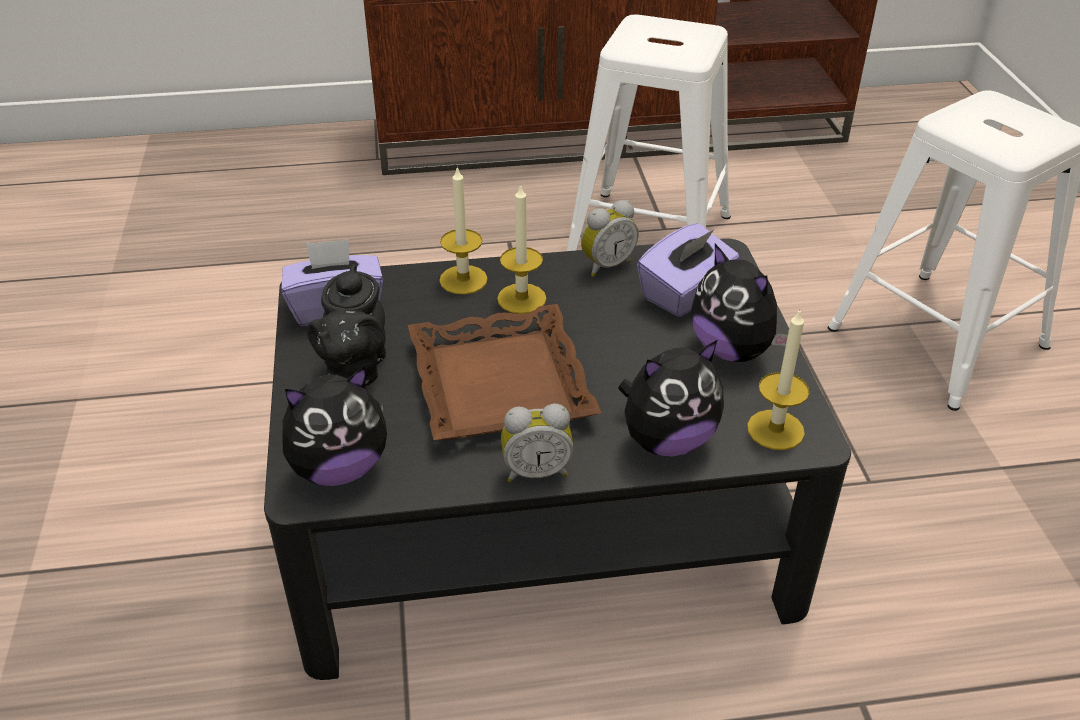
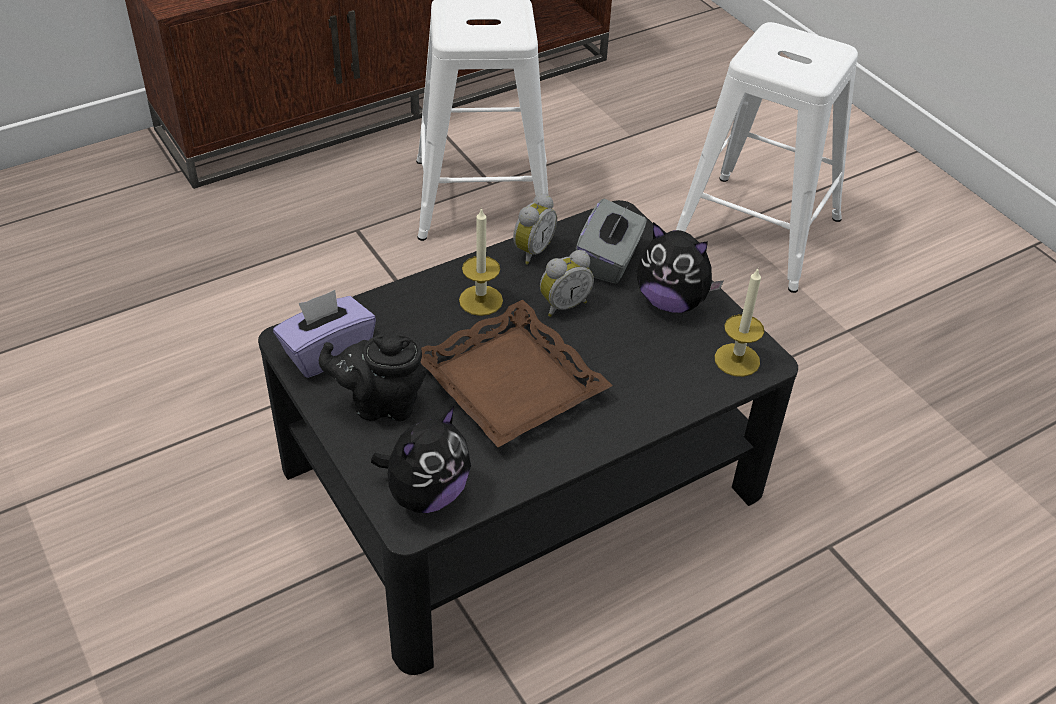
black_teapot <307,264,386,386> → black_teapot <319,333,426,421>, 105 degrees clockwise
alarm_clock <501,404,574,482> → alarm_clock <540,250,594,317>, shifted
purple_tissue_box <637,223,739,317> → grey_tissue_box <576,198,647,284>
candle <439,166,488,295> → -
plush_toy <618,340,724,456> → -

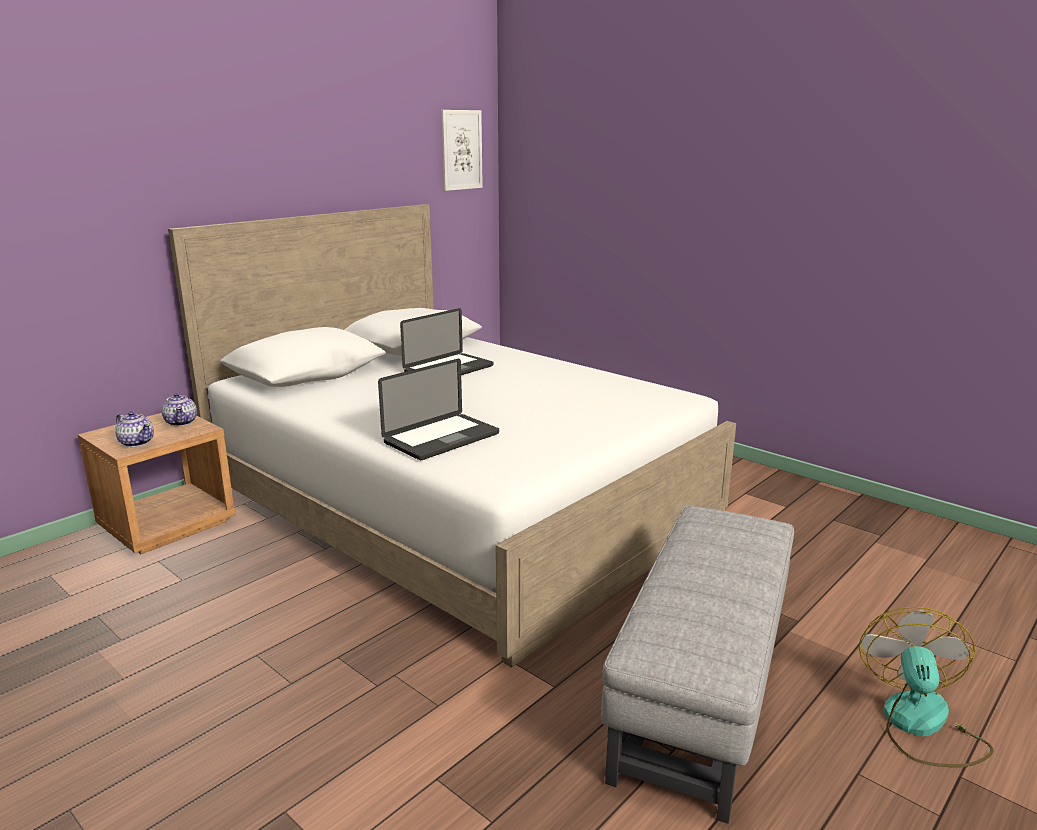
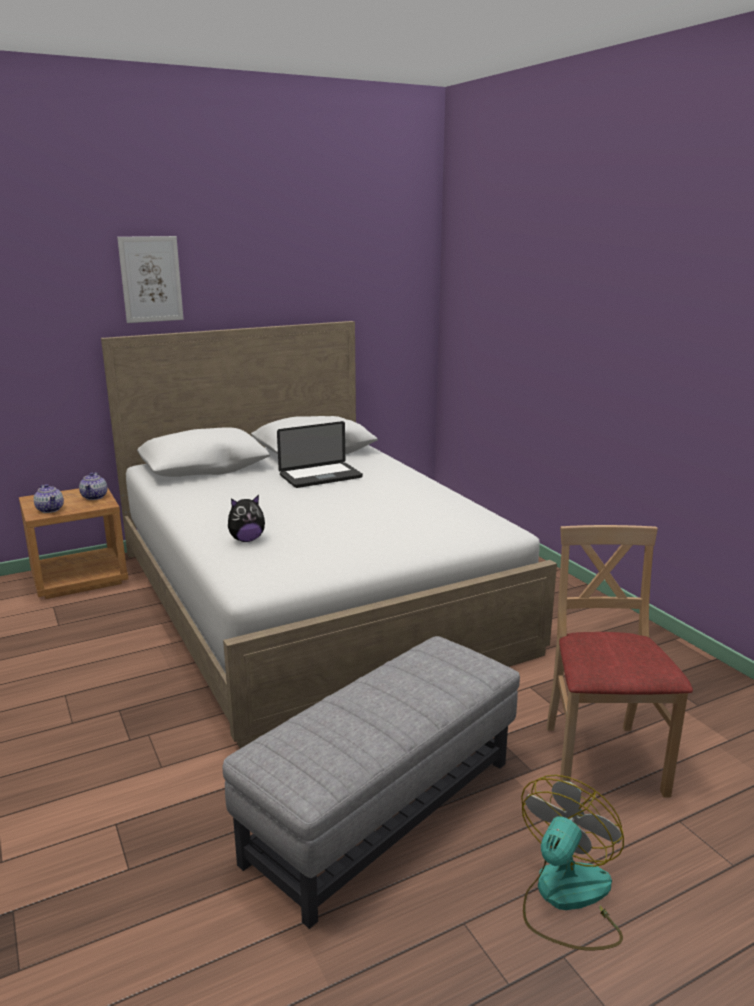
picture <441,110,483,191> → picture <117,236,184,323>, shifted
laptop <378,359,499,460> → plush_toy <228,495,265,542>
- → beige_chair <546,525,693,797>

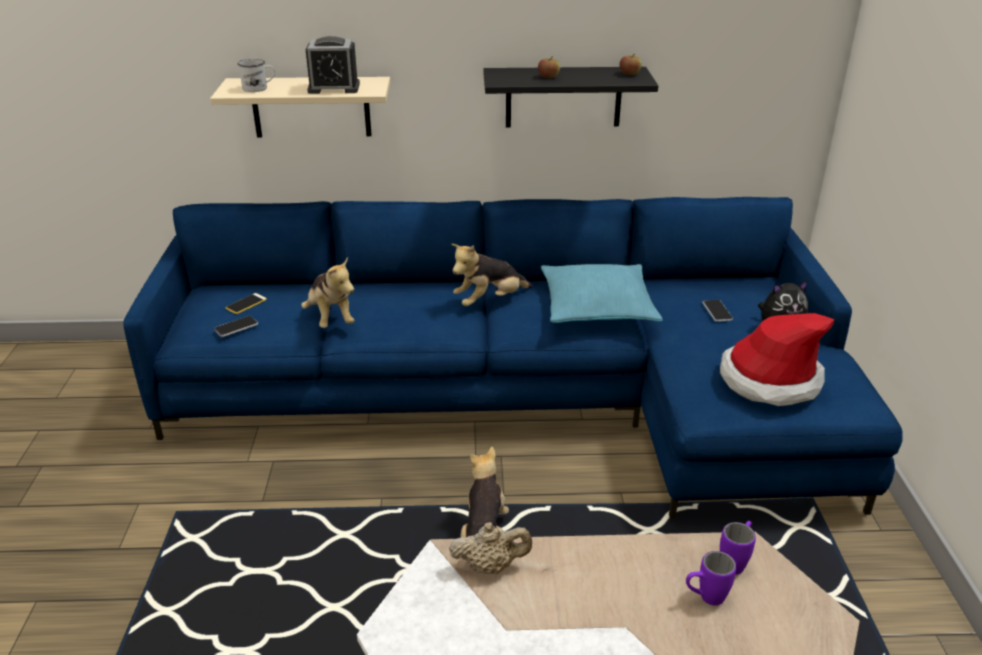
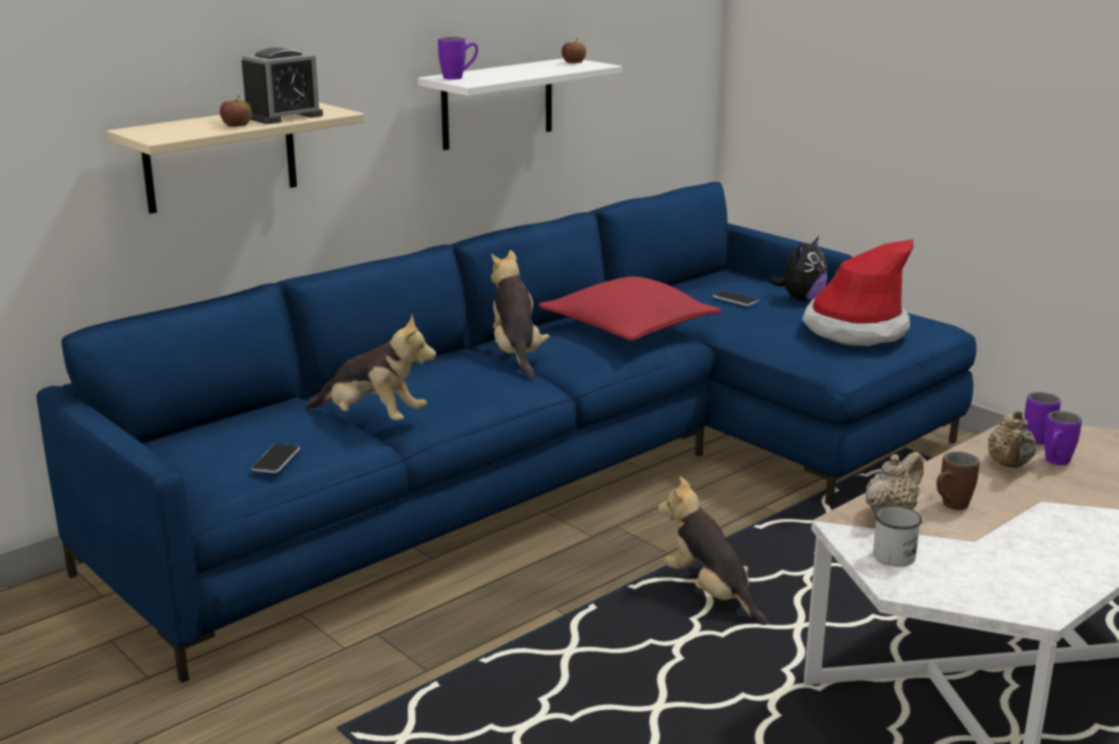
apple <538,56,560,78> → apple <220,96,252,127>, shifted
black_shelf <483,67,658,128> → white_shelf <418,58,622,150>
- → purple_mug <438,37,478,80>
plush_toy <451,244,533,306> → plush_toy <491,250,549,379>, 150 degrees clockwise
turquoise_pillow <541,264,663,323> → red_pillow <539,277,721,341>
white_mug <238,59,275,92> → white_mug <873,506,922,567>, shifted
- → brown_mug <937,451,980,510>
- → beige_teapot <988,410,1037,468>
phone <226,293,267,314> → -

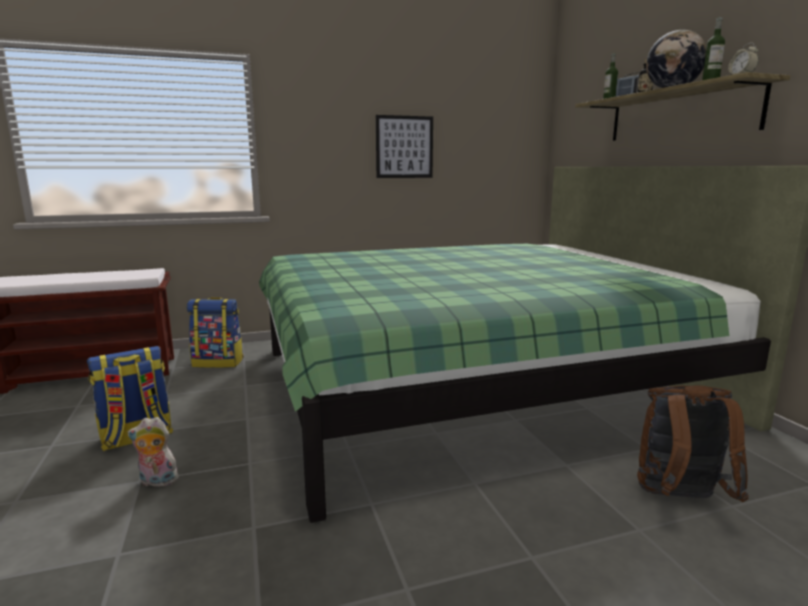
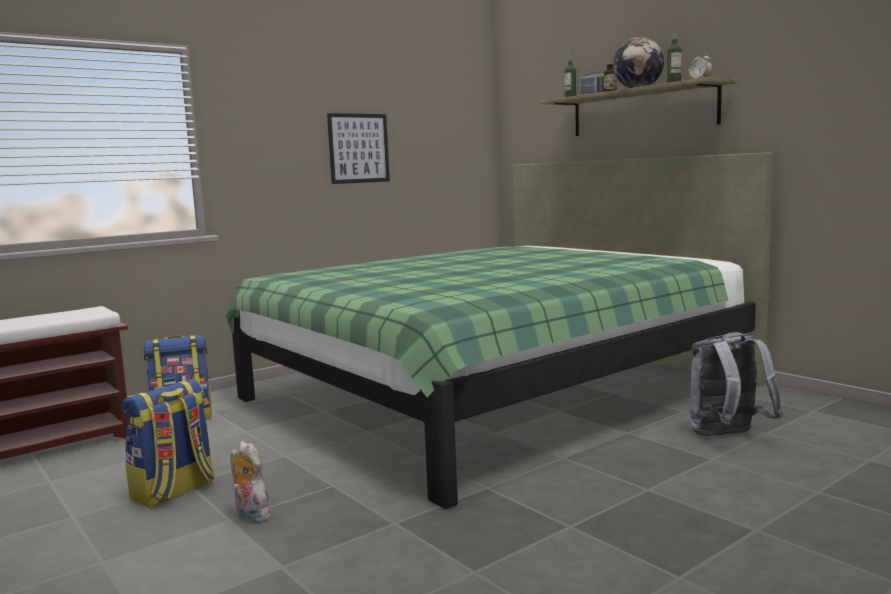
plush_toy <128,417,179,487> → plush_toy <230,441,271,523>, 60 degrees clockwise
brown_backpack <637,386,749,502> → grey_backpack <690,332,783,436>

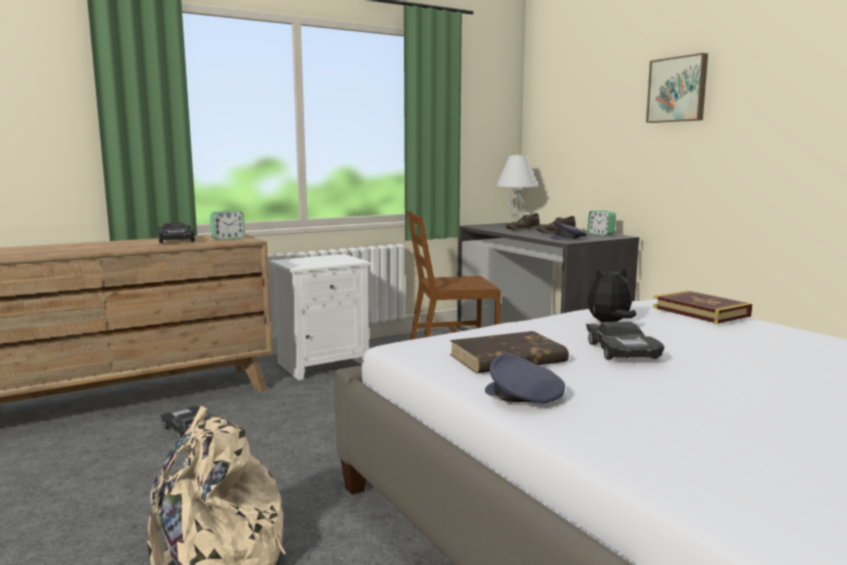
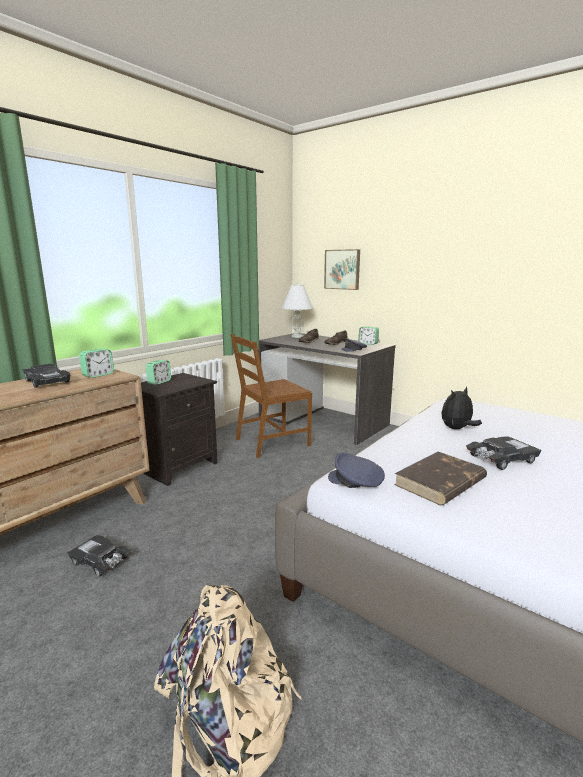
white_nightstand <269,254,372,380> → black_nightstand <141,373,218,486>
- → alarm_clock <146,360,171,385>
picture <646,53,708,123> → picture <324,249,360,290>, shifted
grey_cap <485,353,565,403> → grey_cap <328,452,385,488>, shifted
black_toy_car <586,321,665,360> → black_toy_car <466,436,541,470>, 90 degrees counterclockwise
book <653,290,752,324> → -

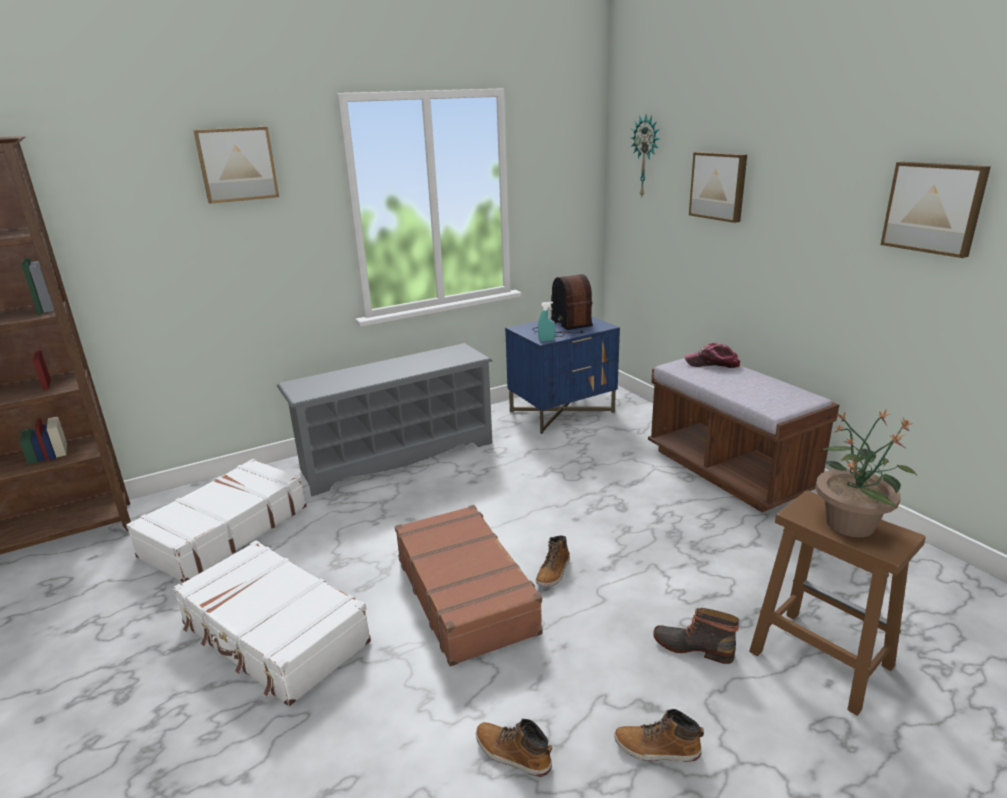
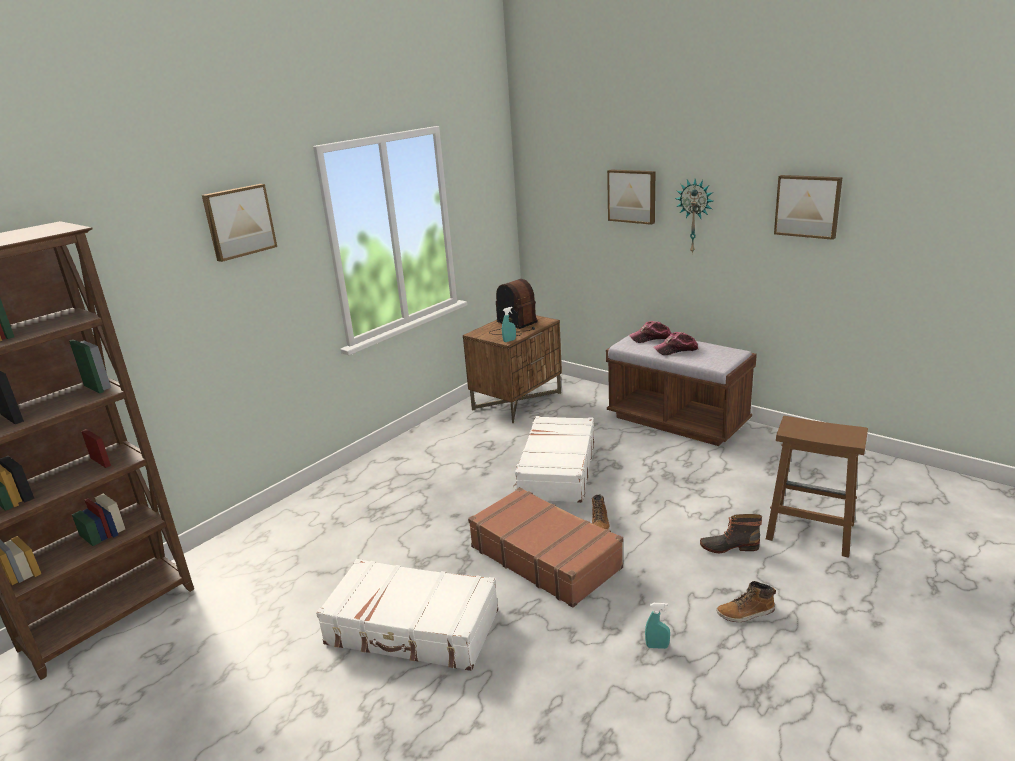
blue_nightstand <505,316,620,434> → brown_nightstand <463,315,562,423>
white_suitcase <126,459,307,583> → white_suitcase <513,416,594,503>, shifted
boot <476,719,552,777> → turquoise_spray_bottle <645,603,670,649>
- → cap <653,332,698,355>
wall_clock <630,115,660,197> → wall_clock <675,179,713,254>, shifted
grey_shoe_rack <277,343,493,496> → -
potted_plant <815,410,917,537> → -

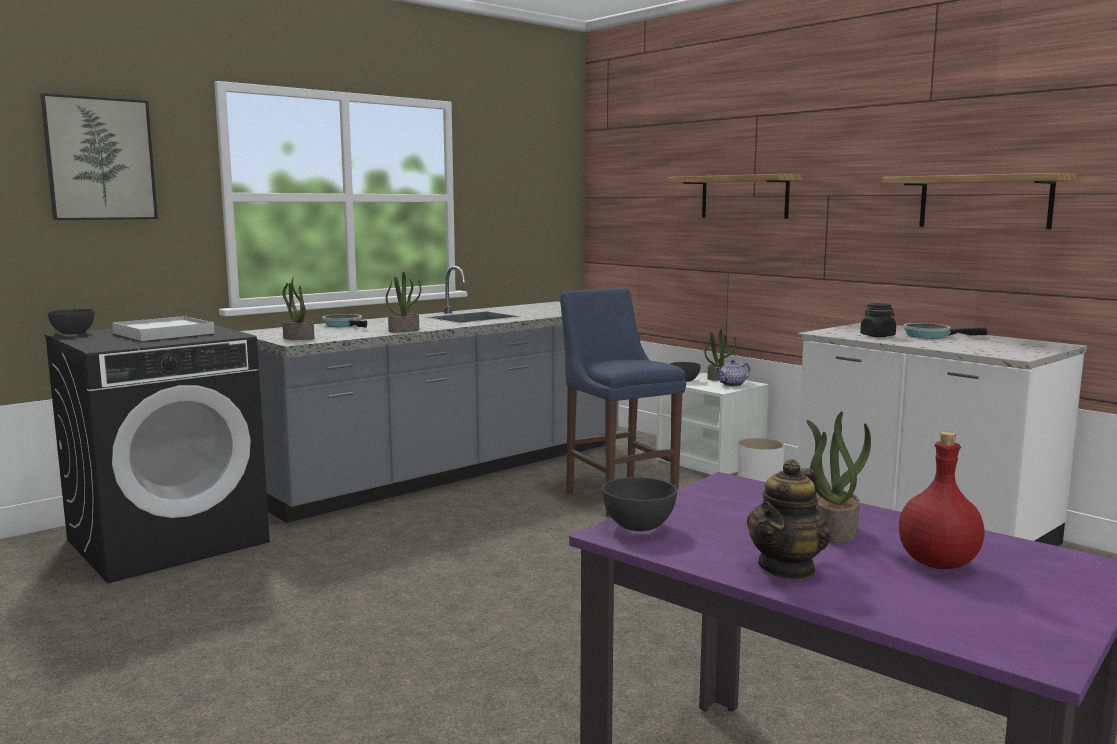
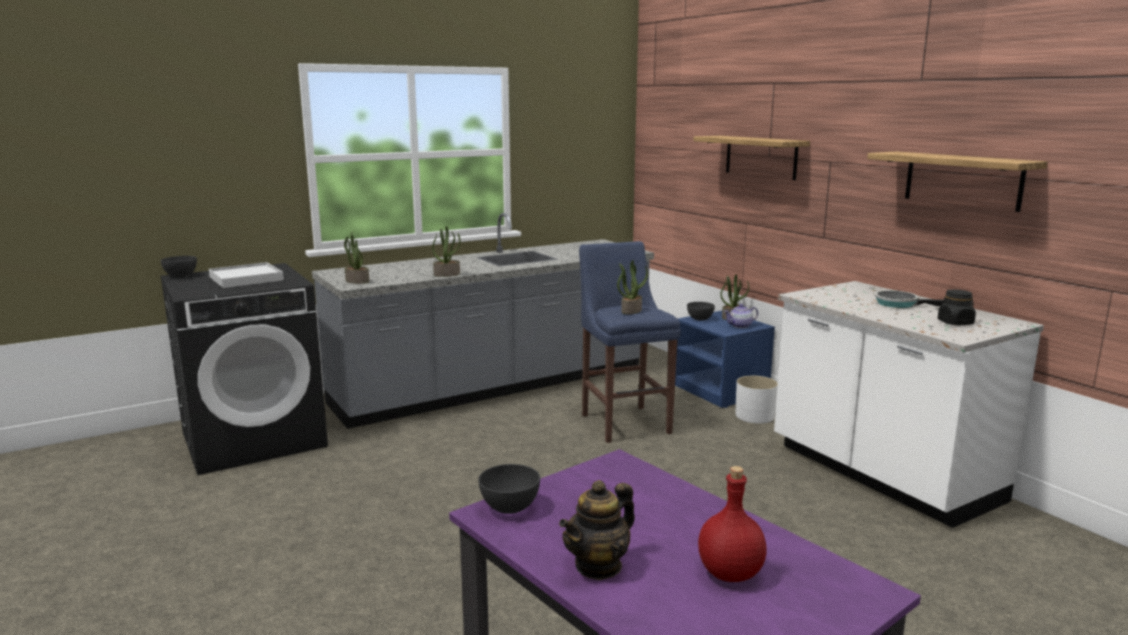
potted_plant <806,411,871,543> → potted_plant <617,260,648,314>, shifted
white_nightstand <656,373,769,475> → blue_nightstand <675,311,775,408>
black_jar <860,303,896,337> → black_jar <938,290,976,325>, shifted
picture <40,93,158,220> → -
frying_pan <322,314,367,328> → -

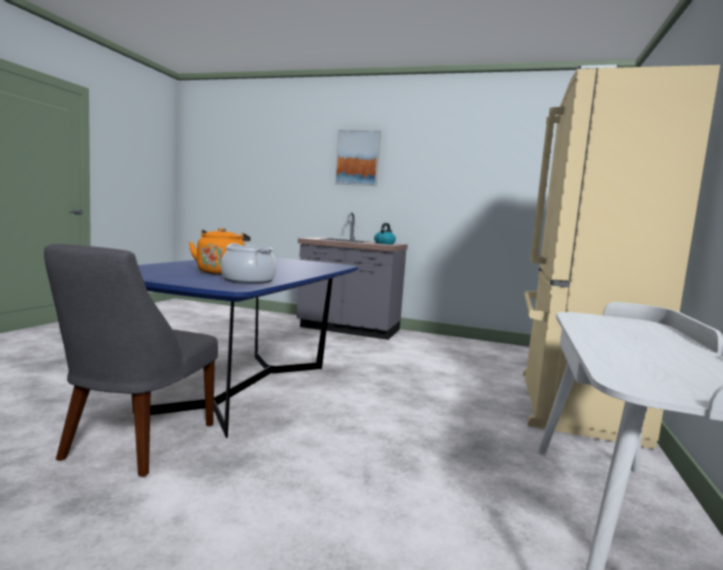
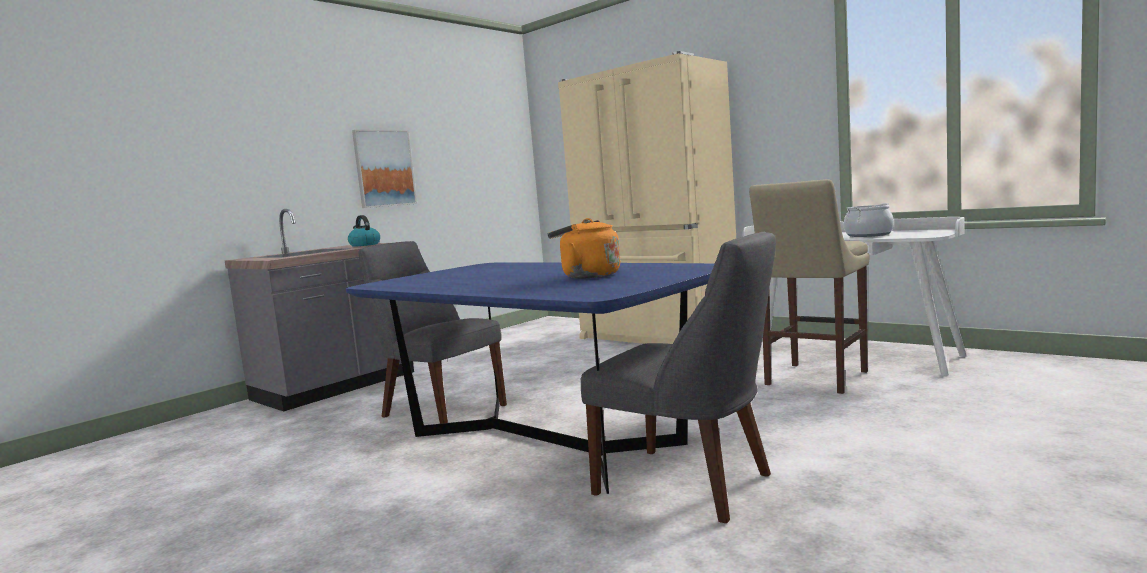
picture <335,130,381,186> → picture <352,130,417,208>, shifted
- → grey_chair <358,241,507,424>
- → beige_stool <749,179,870,394>
cooking_pot <221,243,277,284> → cooking_pot <844,203,894,237>, shifted

